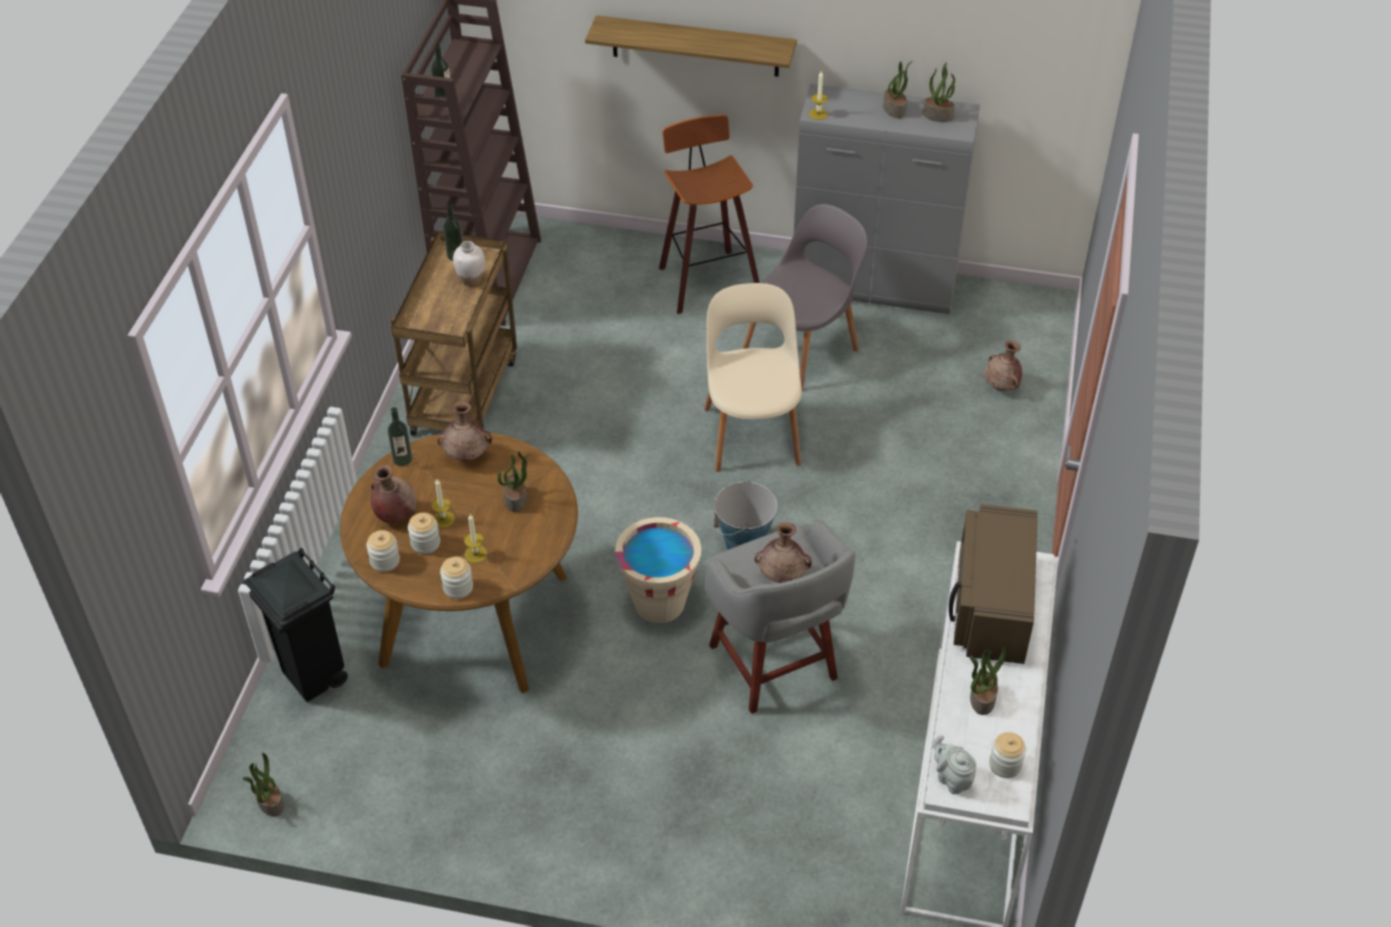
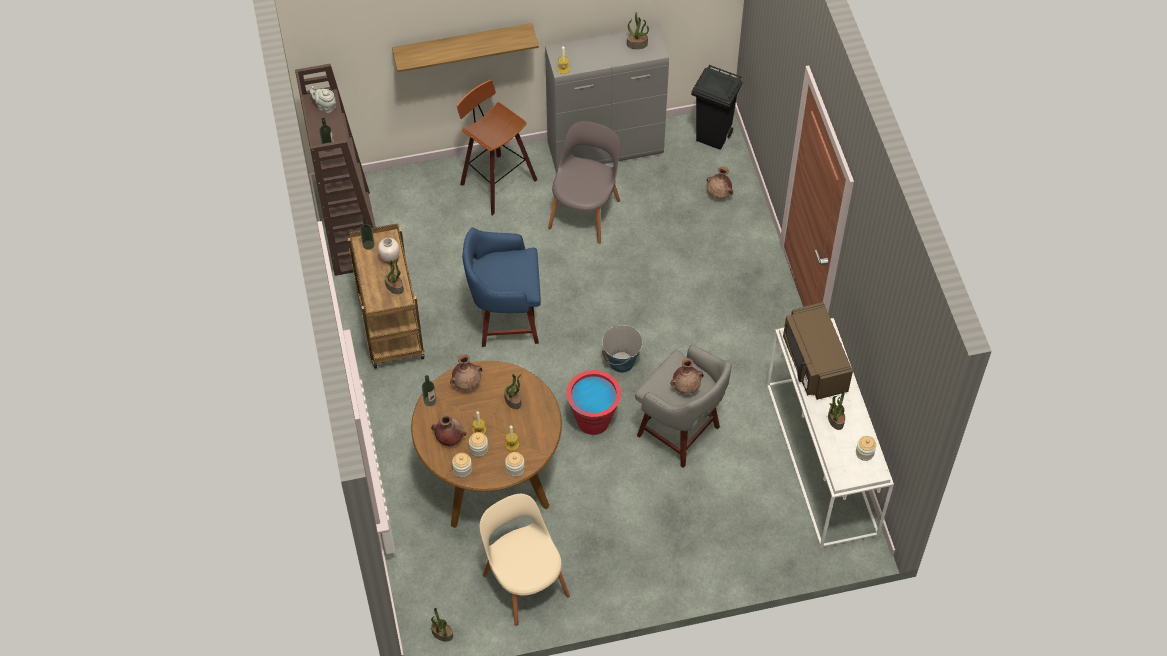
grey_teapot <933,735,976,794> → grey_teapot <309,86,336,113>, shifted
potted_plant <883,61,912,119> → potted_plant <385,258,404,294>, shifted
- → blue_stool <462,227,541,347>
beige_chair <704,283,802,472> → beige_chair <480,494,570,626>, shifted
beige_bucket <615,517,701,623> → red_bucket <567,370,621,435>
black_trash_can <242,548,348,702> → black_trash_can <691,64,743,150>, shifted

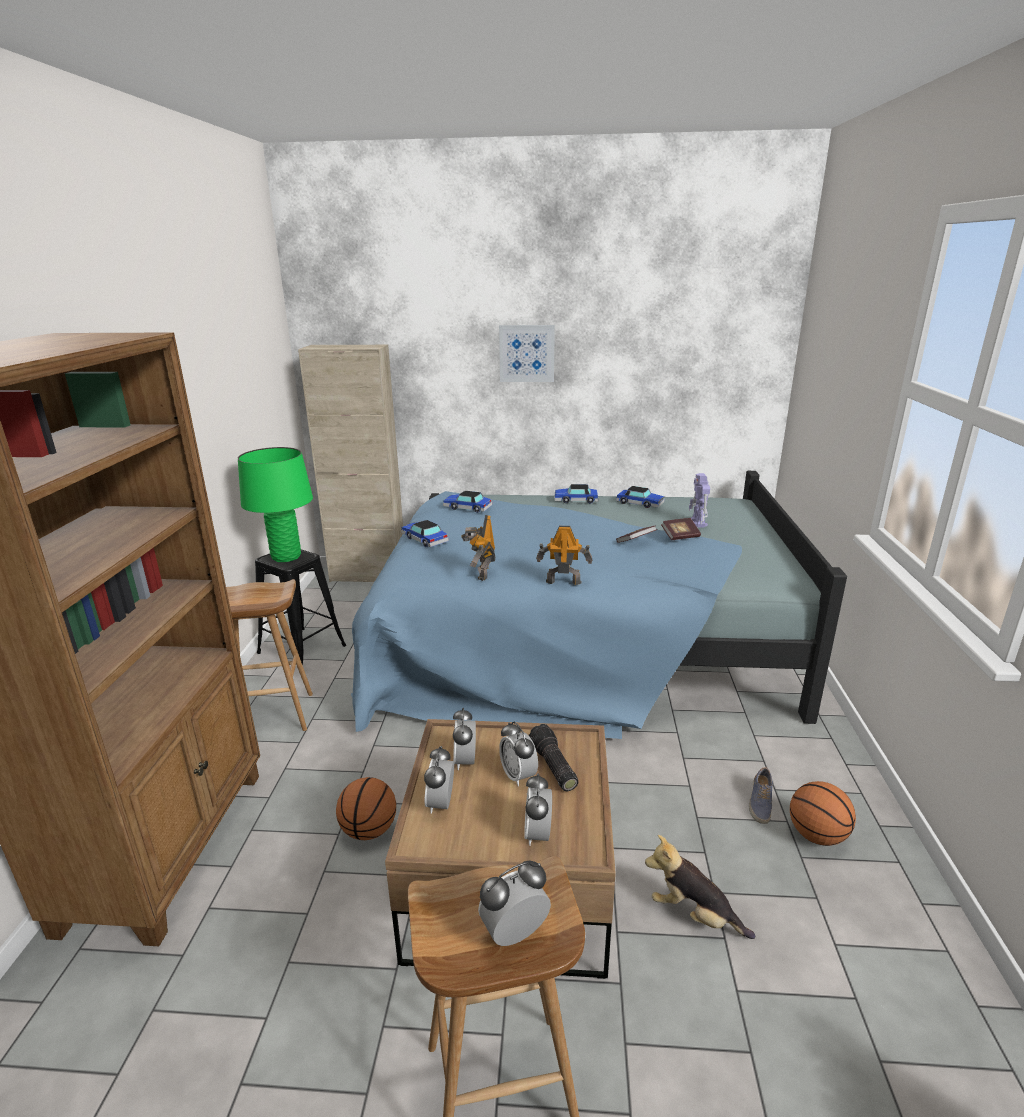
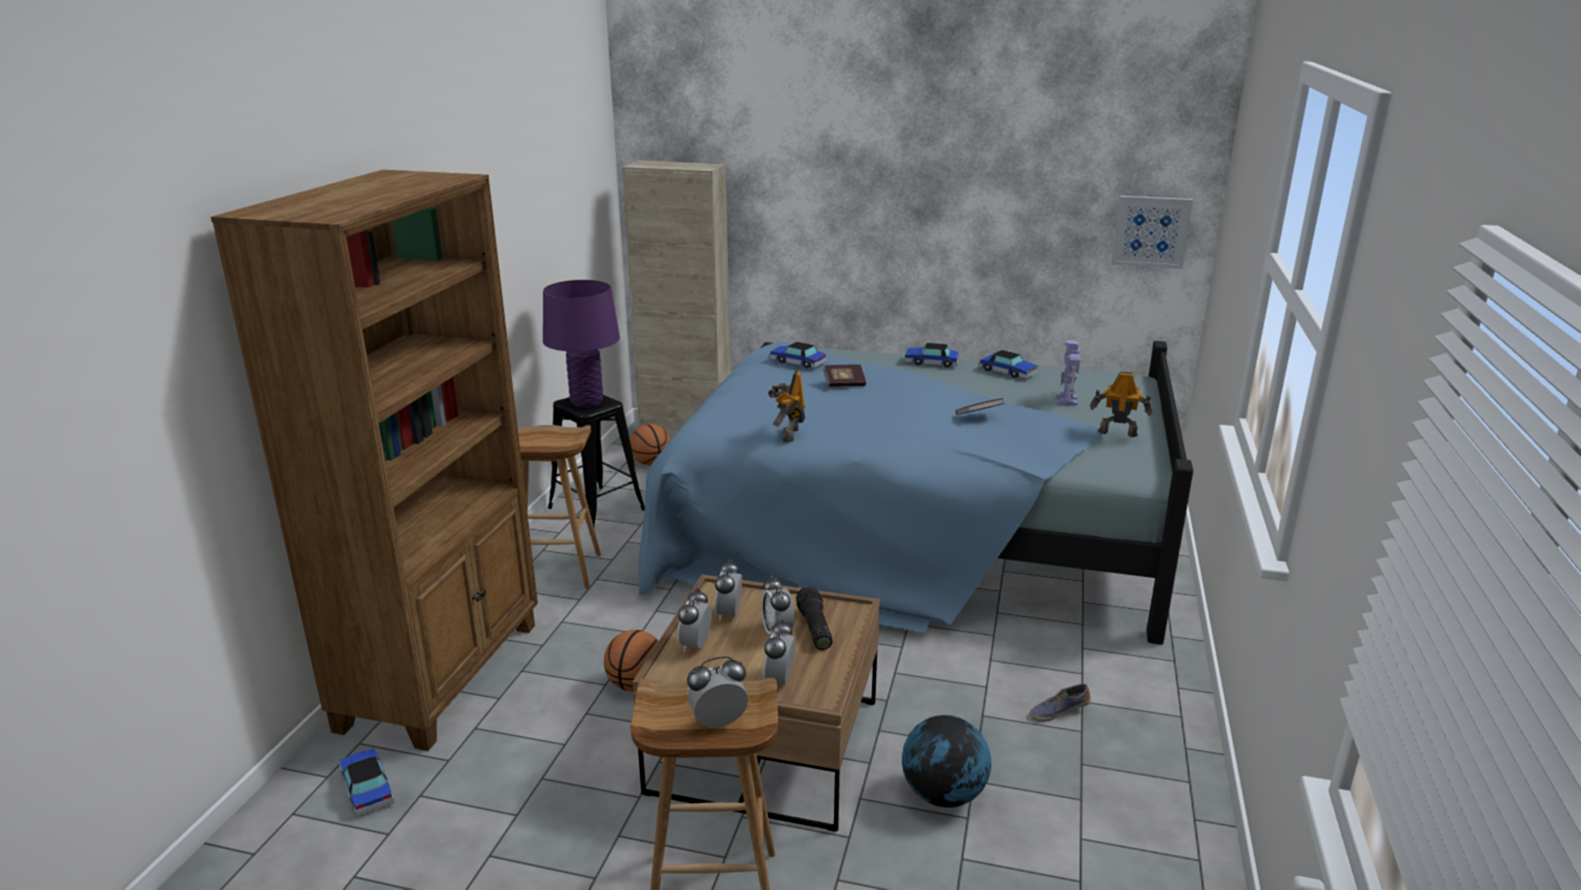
toy_car <401,520,449,547> → toy_car <340,748,394,817>, shifted
green_table_lamp <238,447,313,562> → purple_table_lamp <543,280,620,408>
basketball <790,781,856,846> → basketball <630,424,670,465>, shifted
book <661,518,701,540> → book <823,365,866,387>, shifted
plush_toy <645,835,755,939> → globe <902,715,991,808>
shoe <749,767,773,824> → shoe <1029,684,1091,722>, 45 degrees clockwise
toy_robot <536,526,592,585> → toy_robot <1090,372,1153,437>, shifted
picture <499,325,555,382> → picture <1111,196,1193,269>, shifted

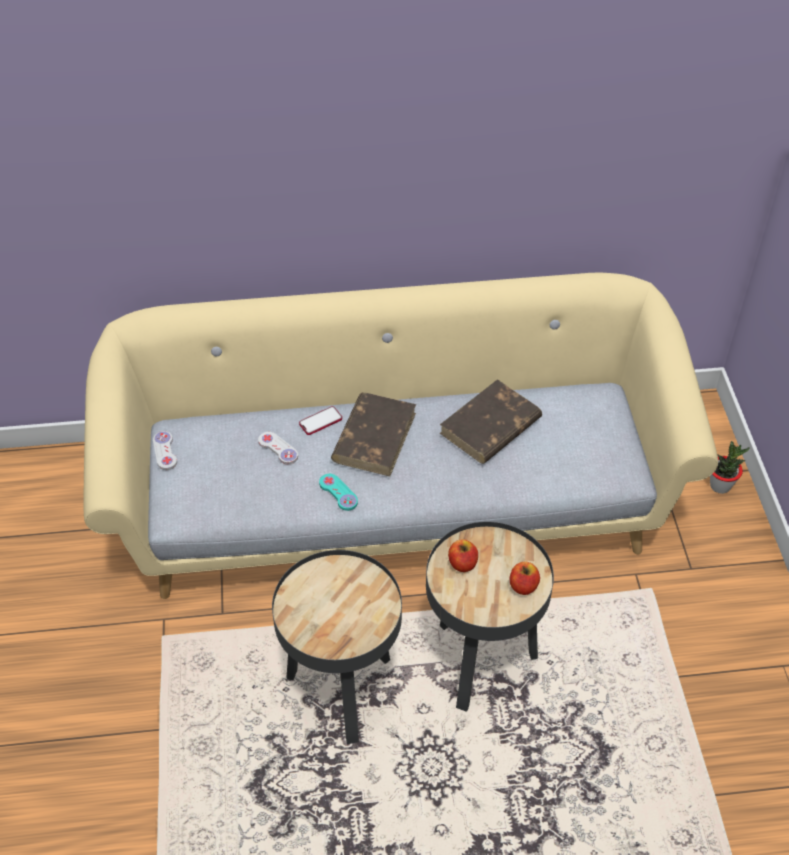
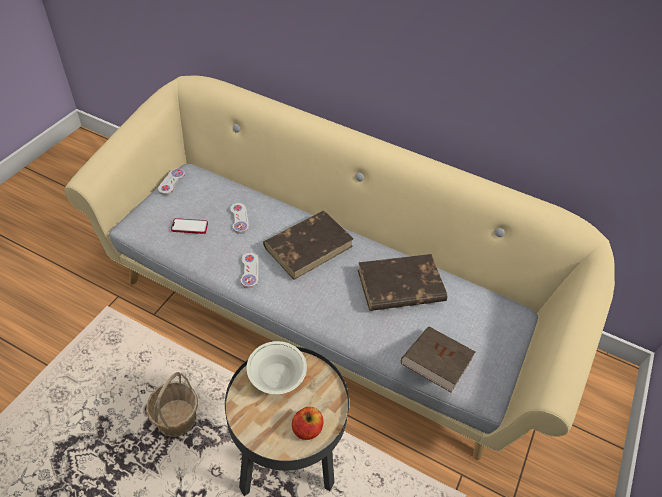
black_side_table <272,550,402,744> → basket <146,372,198,437>
phone <299,406,342,435> → phone <171,218,208,234>, shifted
turquoise_game_controller <319,474,358,511> → white_game_controller <241,253,259,288>
apple <448,539,478,572> → white_bowl <246,341,307,394>
- → brown_book <401,326,476,392>
potted_plant <710,441,750,494> → -

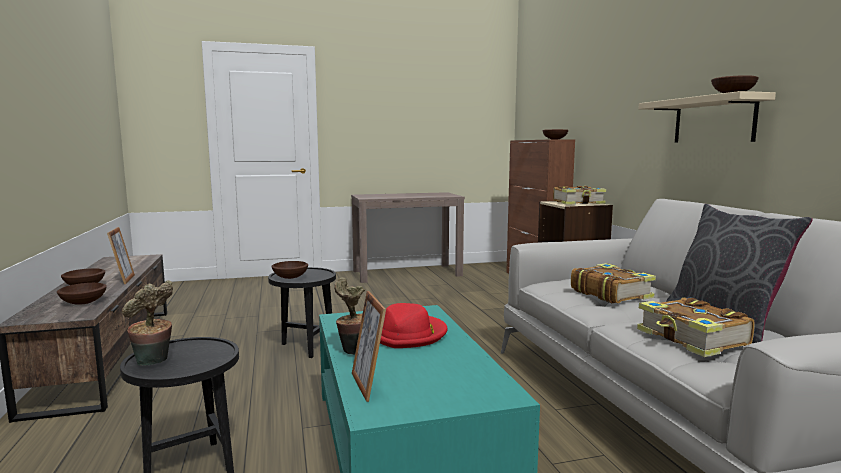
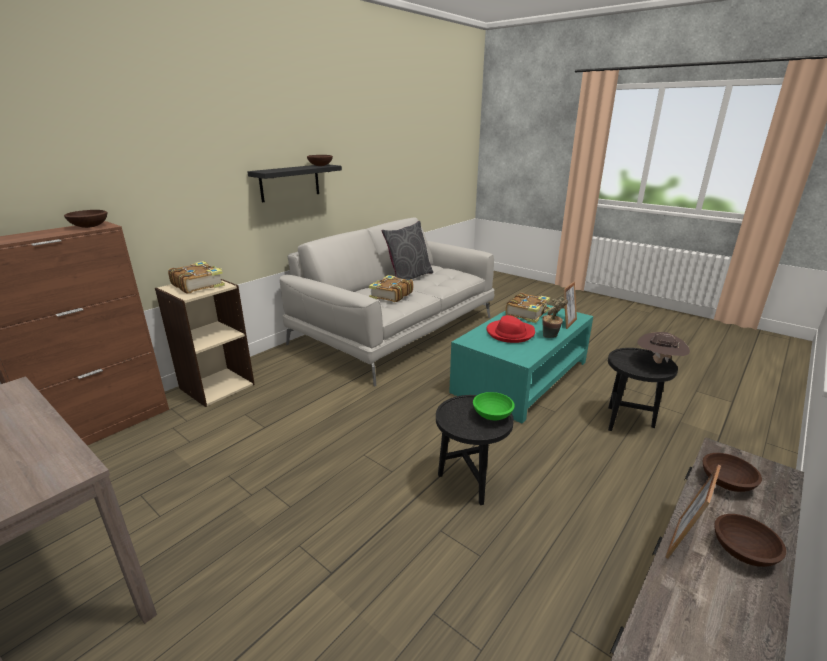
beige_shelf <638,91,776,142> → black_shelf <247,164,342,202>
brown_bowl <271,261,308,279> → green_bowl <473,392,515,420>
book <637,297,755,357> → book <505,293,551,323>, shifted
potted_plant <122,281,173,366> → brown_hat <637,332,690,364>

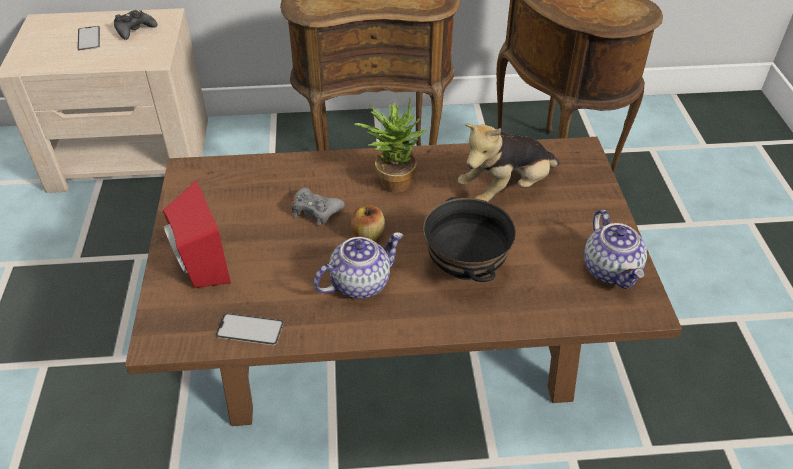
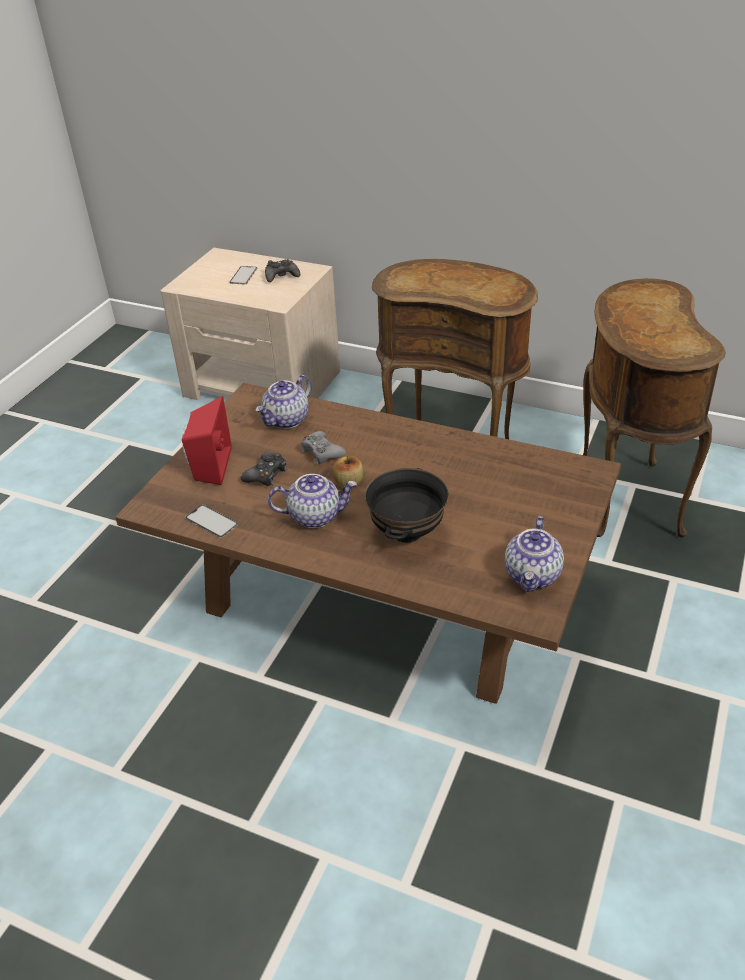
- → black_game_controller <241,452,287,486>
- → teapot <256,375,311,429>
potted_plant <354,98,427,193> → -
plush_toy <458,124,560,201> → -

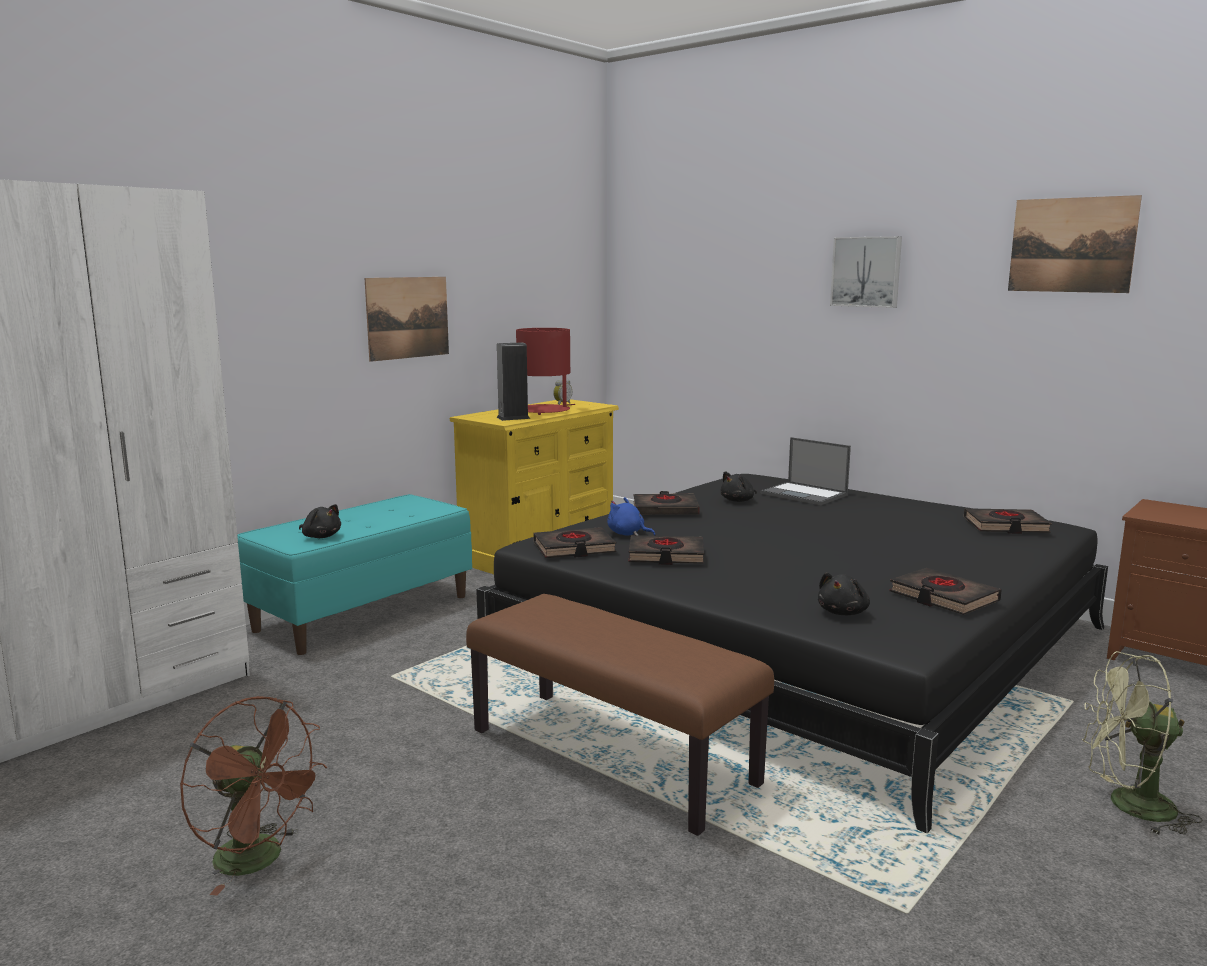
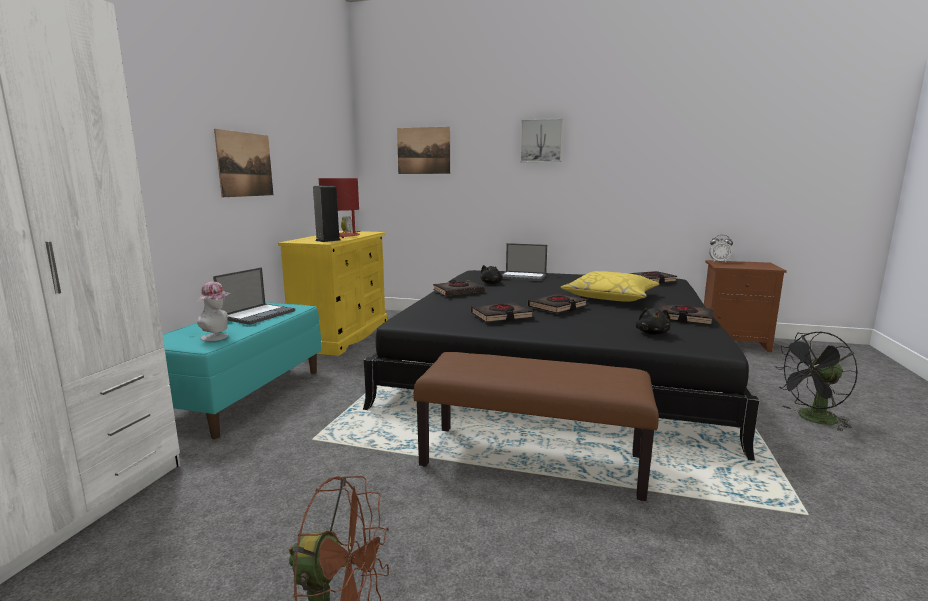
black_plush_toy <299,504,341,538> → hat <197,282,232,341>
- → laptop <213,267,295,325>
picture <1008,195,1142,293> → picture <397,127,450,174>, shifted
black_book <533,527,616,558> → black_book <528,293,587,314>, shifted
- → yellow_pillow <560,271,660,302>
- → alarm_clock <709,235,733,262>
green_fan <1082,651,1203,835> → black_fan <774,332,858,431>
blue_plush_toy <607,497,655,536> → -

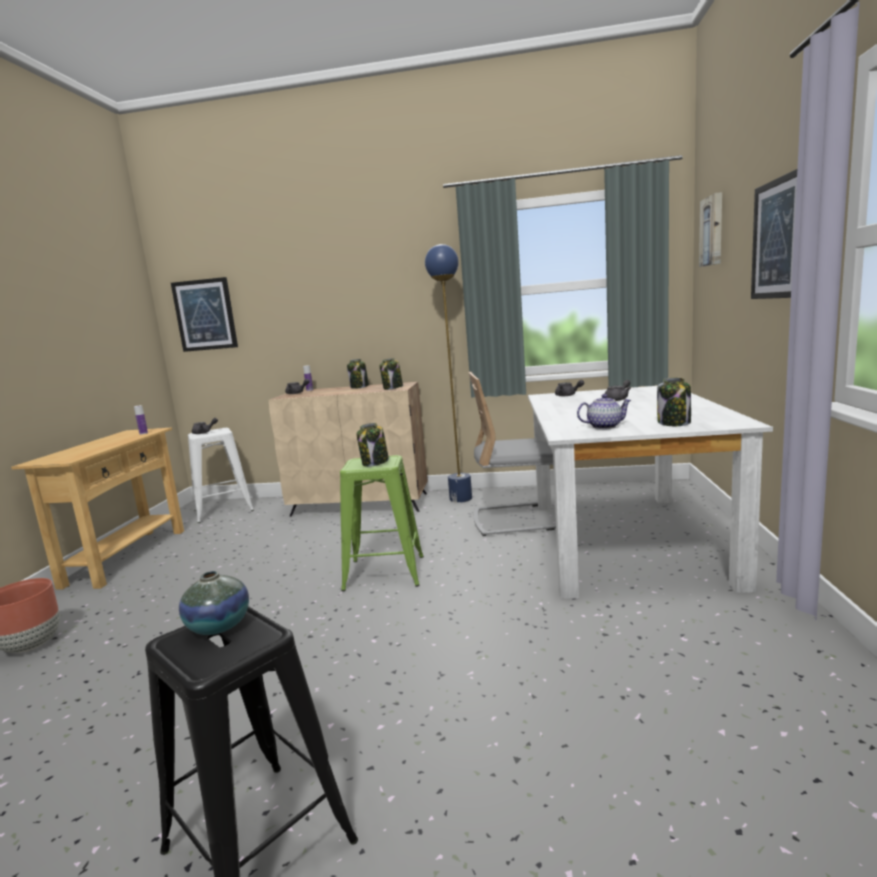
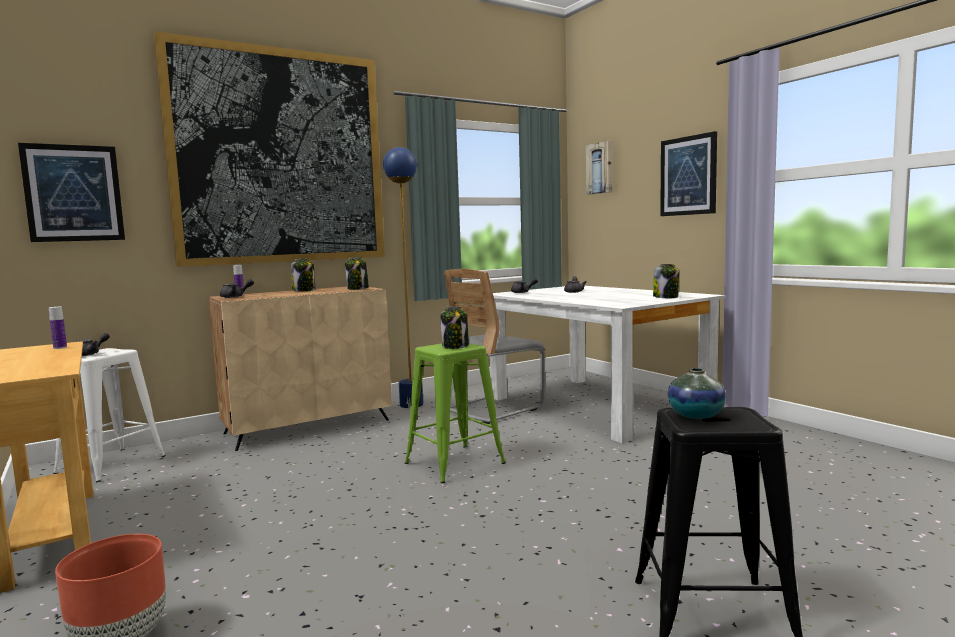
- → picture <153,31,385,267>
teapot <577,394,631,429> → -

